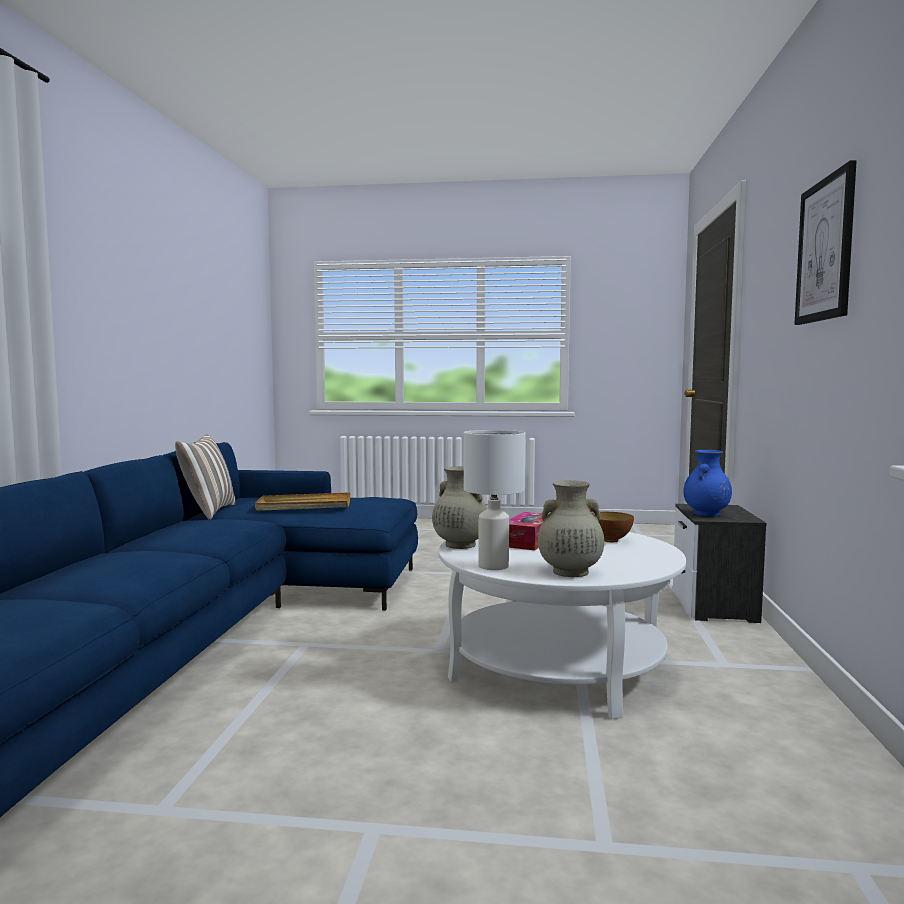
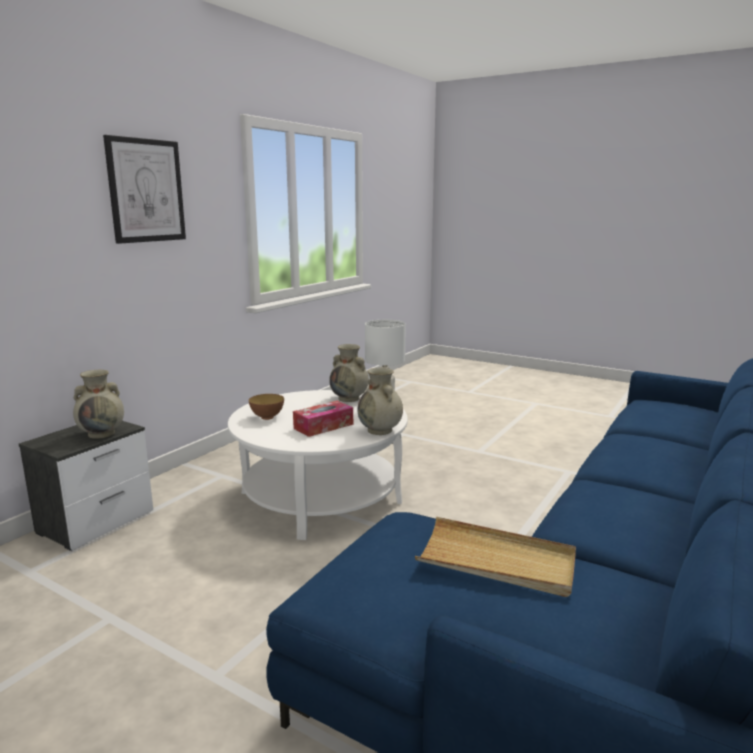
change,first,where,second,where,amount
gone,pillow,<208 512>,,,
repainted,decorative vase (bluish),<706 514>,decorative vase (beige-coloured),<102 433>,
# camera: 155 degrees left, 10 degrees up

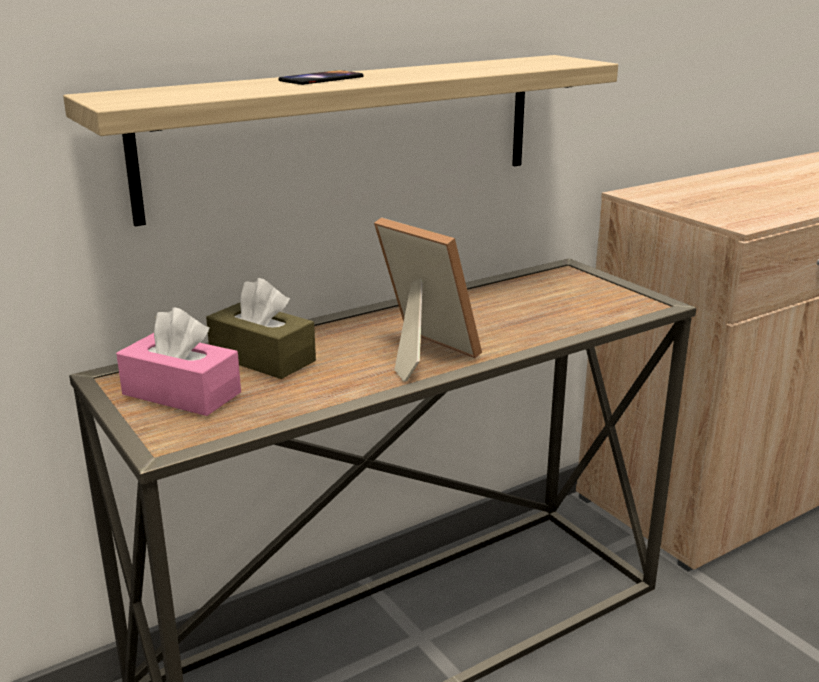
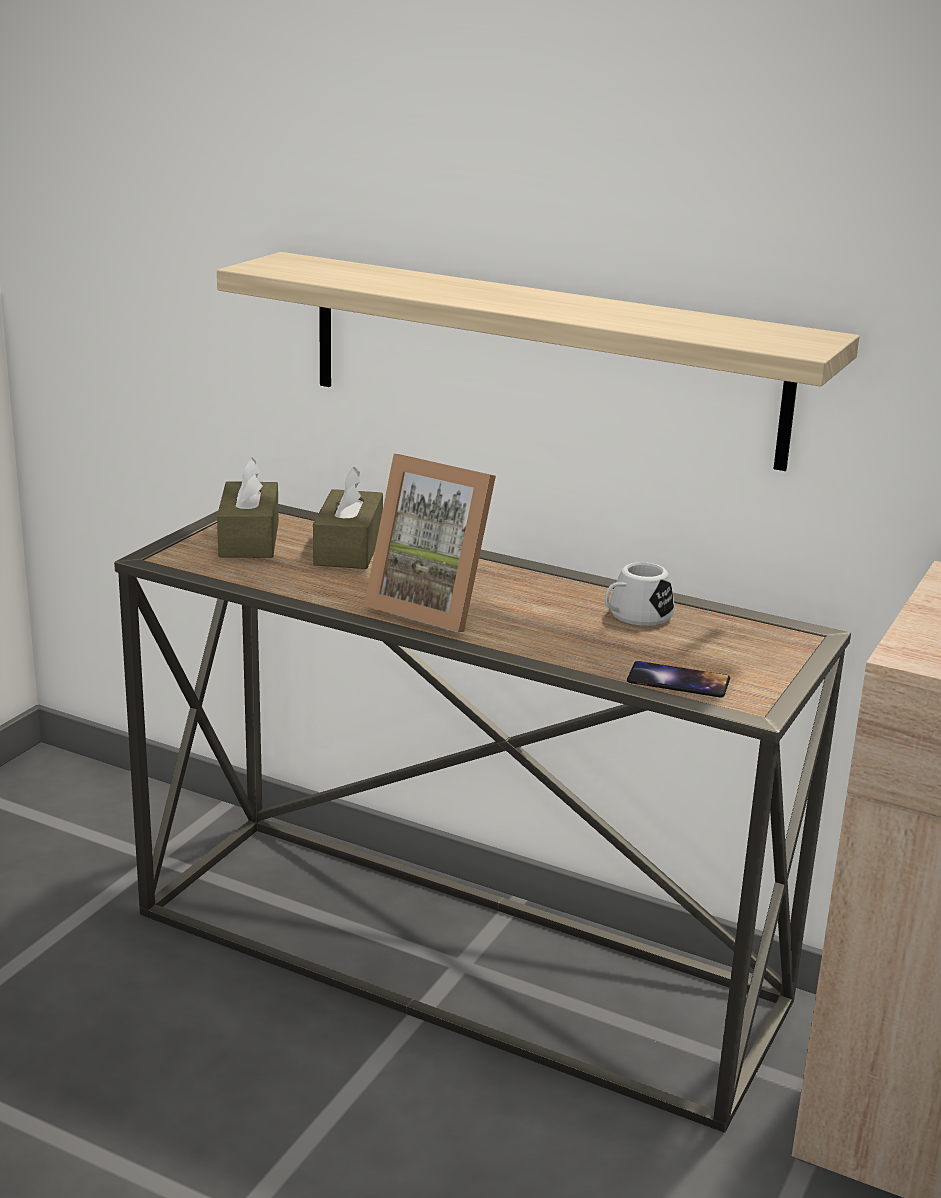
change,first,where,second,where,amount
shifted,telephone,<321 79>,,<678 680>,
rotated,picture frame,<419 353>,,<434 606>,105 degrees clockwise
repainted,box of tissues (pink),<181 393>,box of tissues (brown),<249 539>,
new,,,coffee mug (white),<634 617>,
# camera: 60 degrees right, 0 degrees up

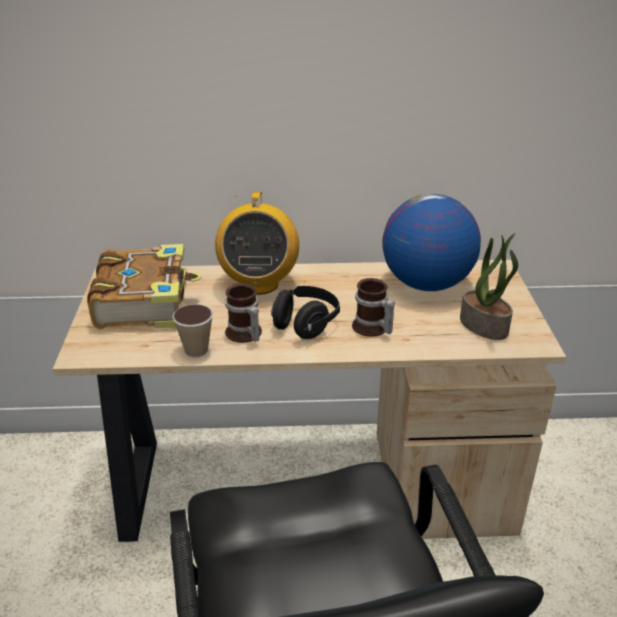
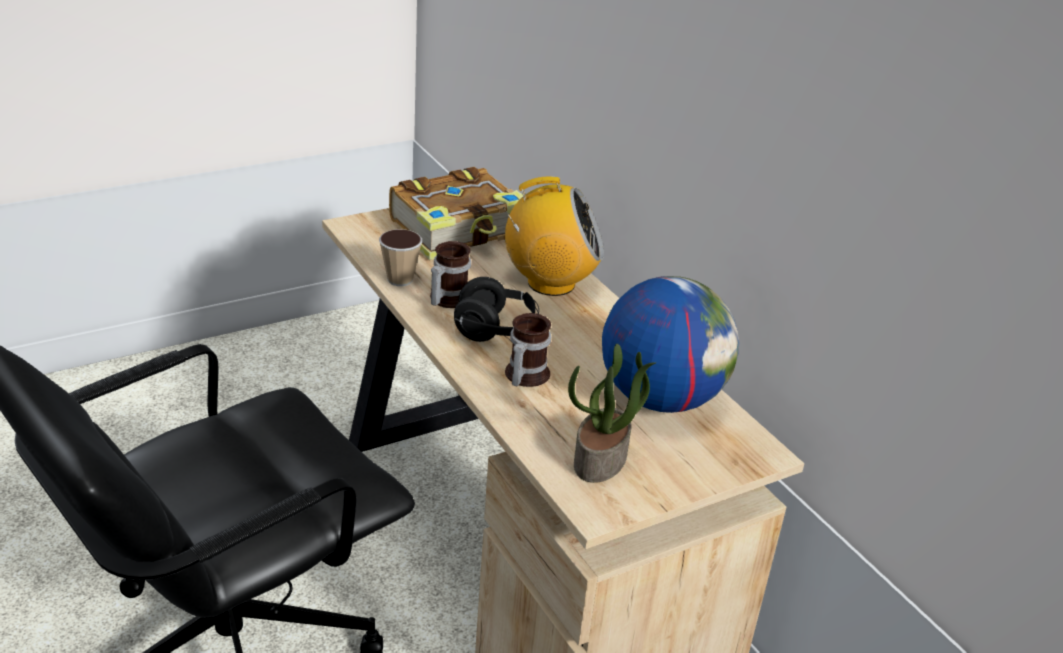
change,first,where,second,where,amount
rotated,radio set,<258 284>,,<550 283>,150 degrees counterclockwise
# camera: 60 degrees right, 0 degrees up

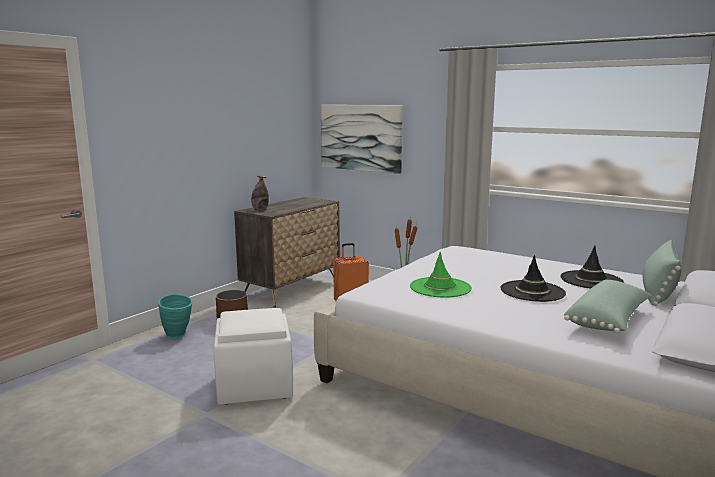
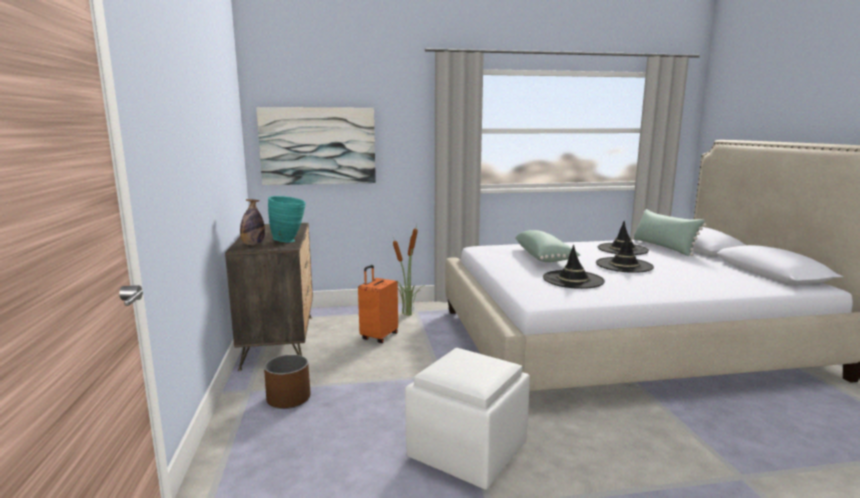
change,first,where,second,where,amount
repainted,hat (green-coloured),<440 288>,hat (black-coloured),<573 280>,
shifted,pillow (green-coloured),<609 320>,,<544 257>,
shifted,decorative vase (turquoise-coloured),<178 336>,,<289 241>,
# camera: 45 degrees left, 0 degrees up

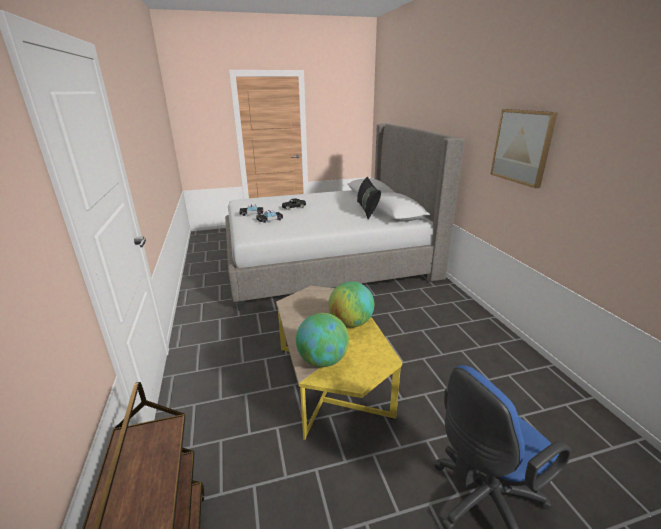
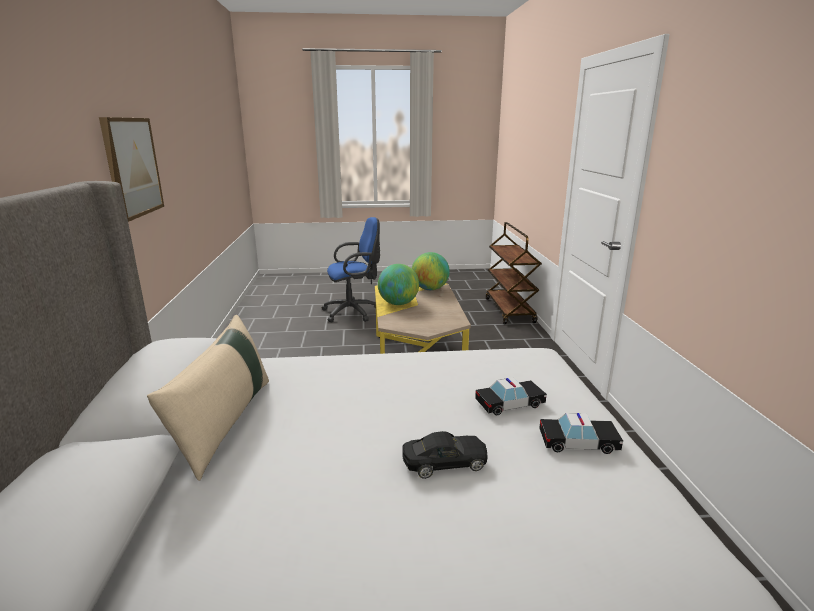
change,first,where,second,where,amount
repainted,pillow (black-coloured),<367 210>,pillow (beige-coloured),<225 422>,
# camera: 170 degrees left, 5 degrees down

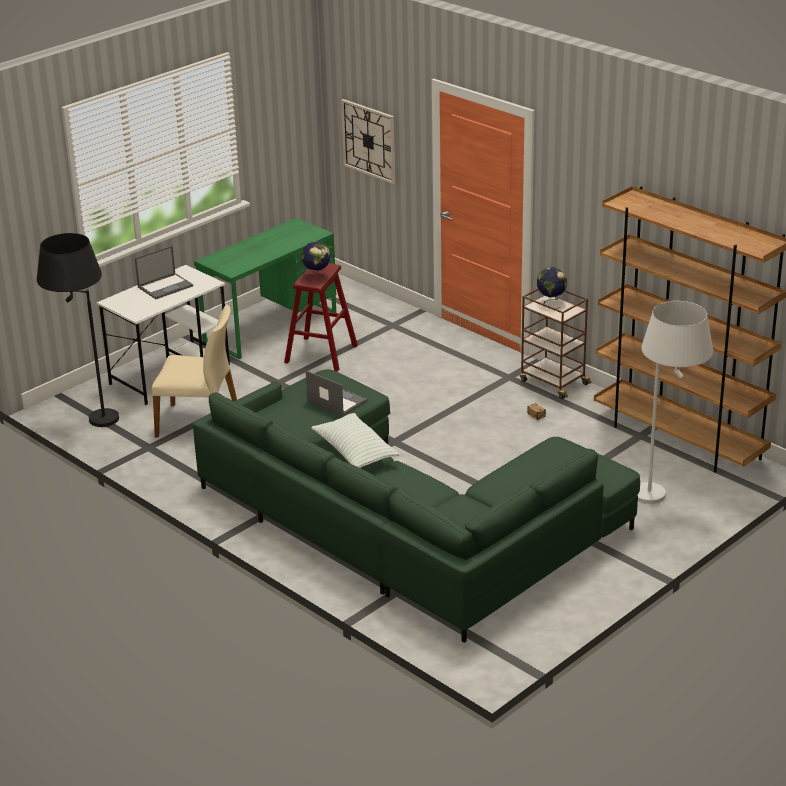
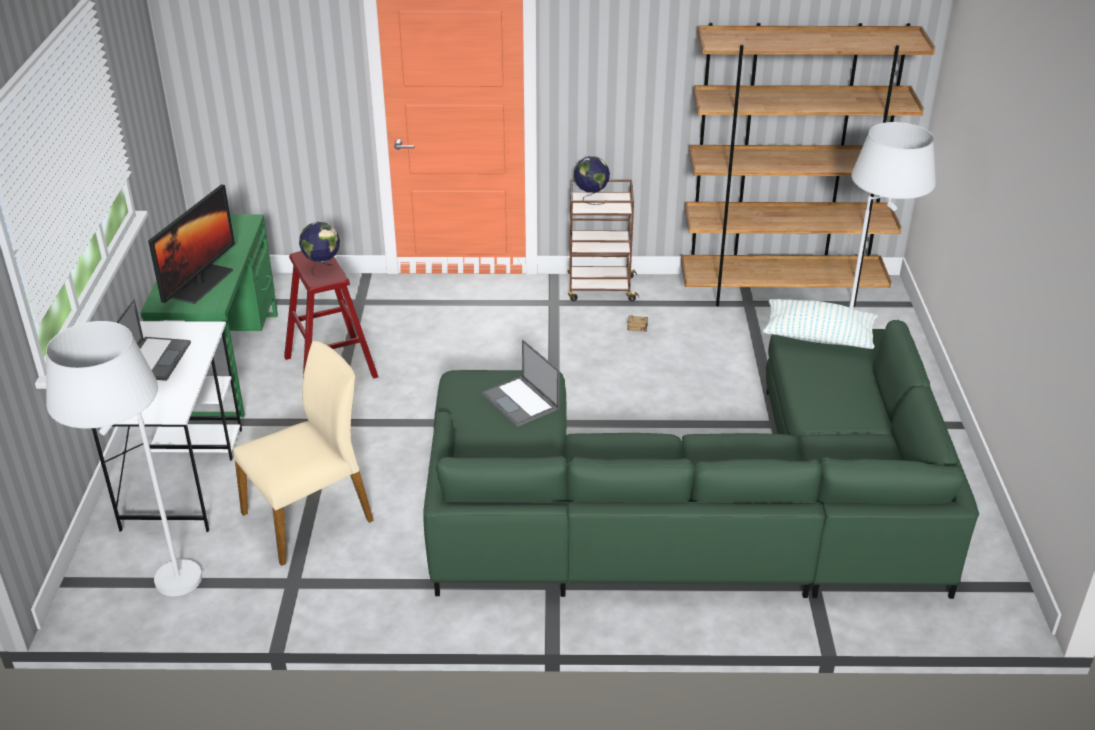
change,first,where,second,where,amount
gone,wall clock,<369 141>,,,
repainted,standard lamp (black-coloured),<88 417>,standard lamp (white),<153 589>,
rotated,laptop,<336 401>,,<521 402>,120 degrees counterclockwise
shifted,pillow,<355 452>,,<818 337>,
new,,,computer screen,<201 283>,
# camera: 45 degrees left, 5 degrees up

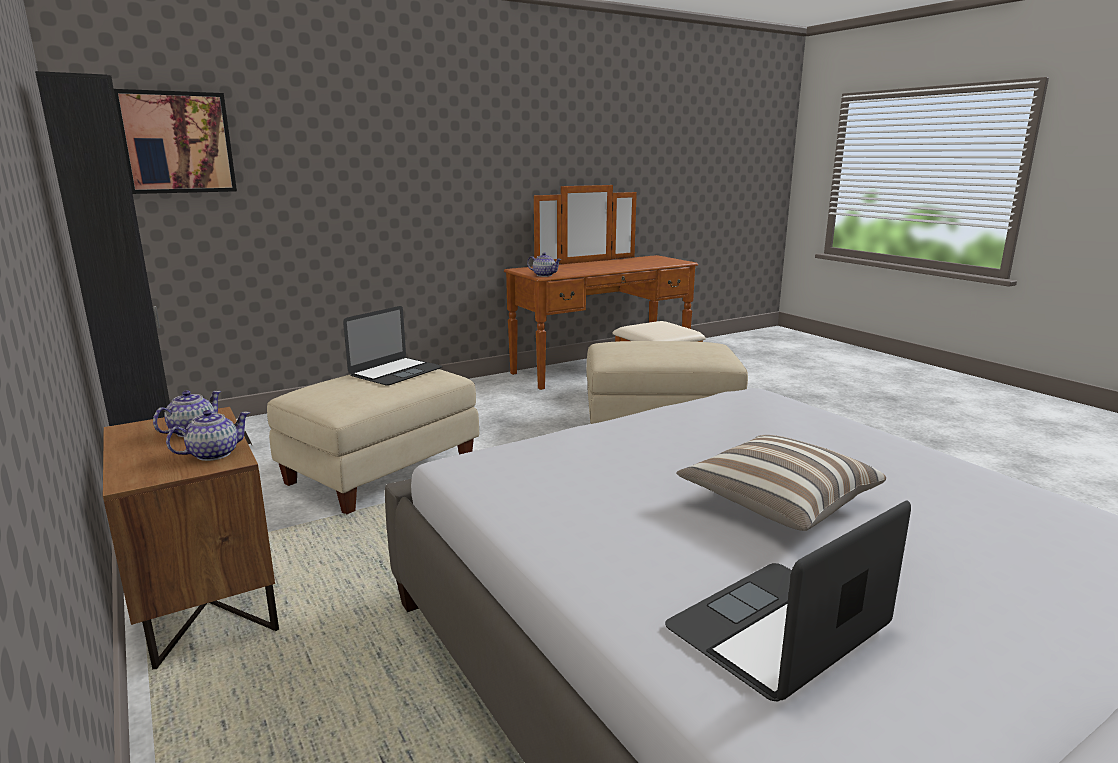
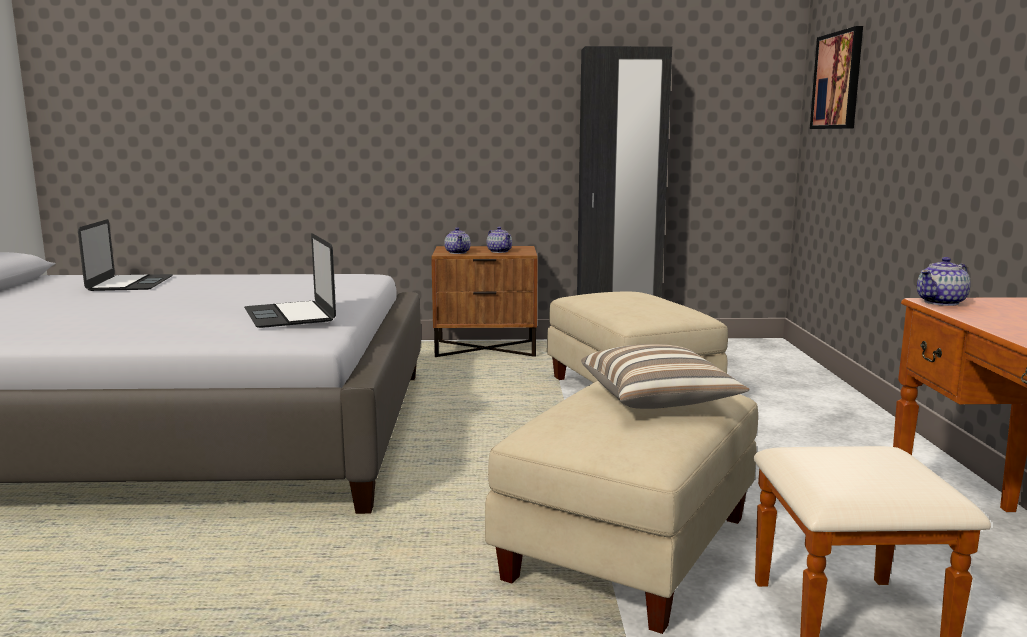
change,first,where,second,where,amount
shifted,laptop,<396 371>,,<289 314>,
shifted,pillow,<776 504>,,<659 401>,
# camera: 120 degrees right, 5 degrees down

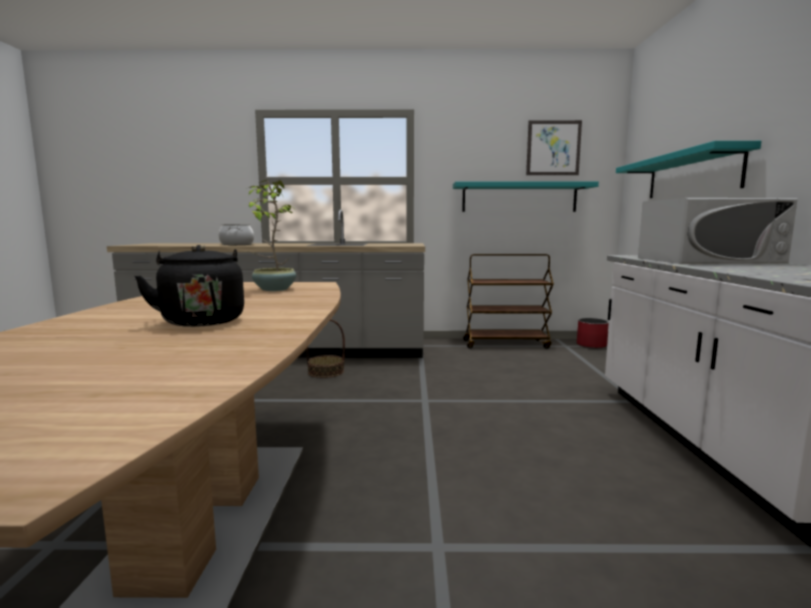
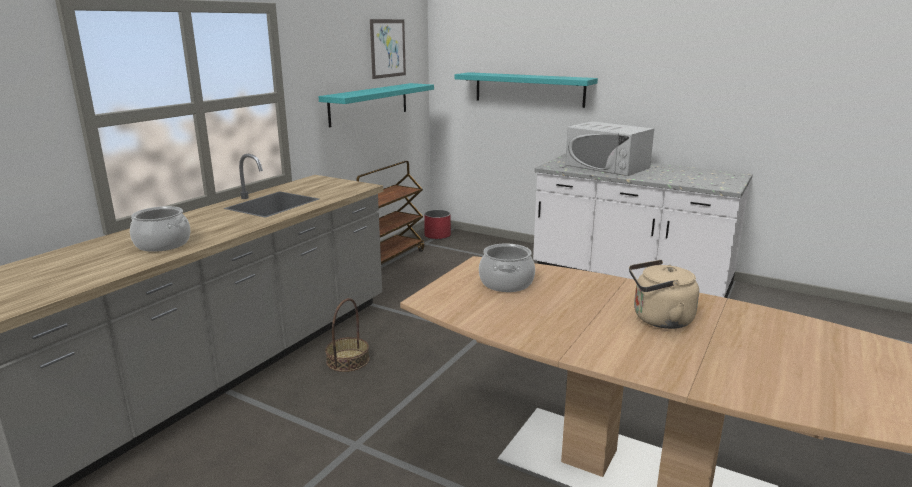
change,first,where,second,where,amount
swapped,houseplant,<273 289>,saucepot,<506 283>,
rotated,microwave oven (white),<708 260>,,<607 166>,105 degrees clockwise
repainted,water kettle (black-coloured),<202 320>,water kettle (beige-coloured),<658 320>,
# camera: 60 degrees left, 10 degrees up

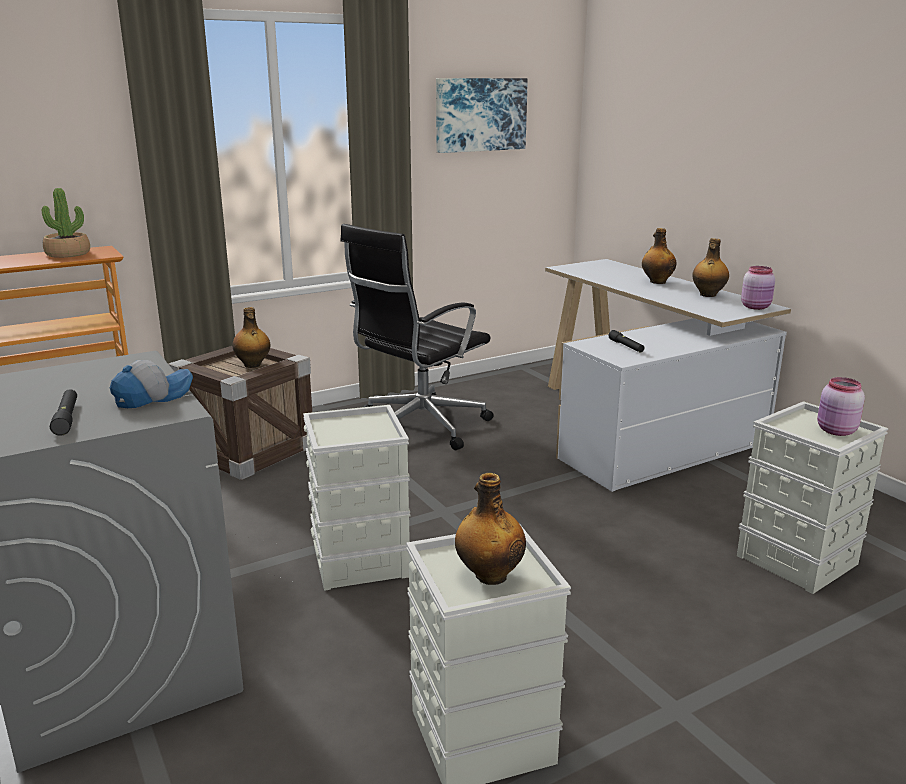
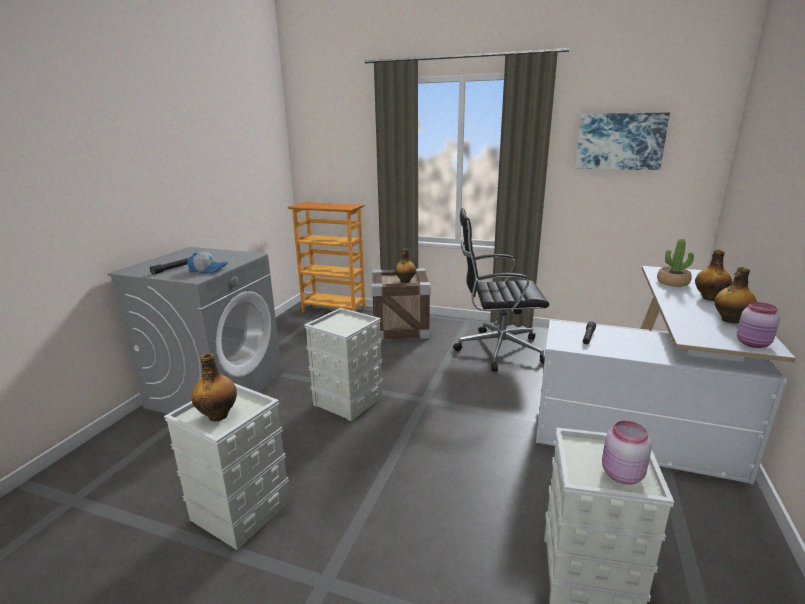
change,first,where,second,where,amount
shifted,houseplant,<68 254>,,<672 283>,
# camera: 50 degrees right, 0 degrees up

